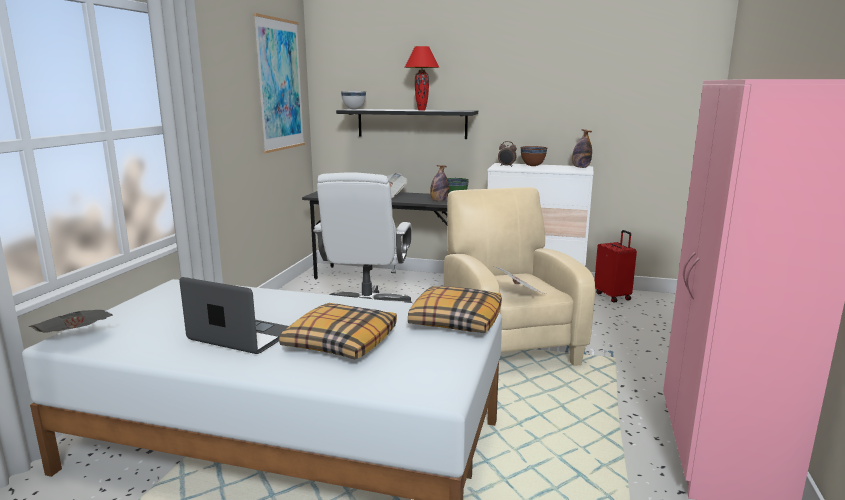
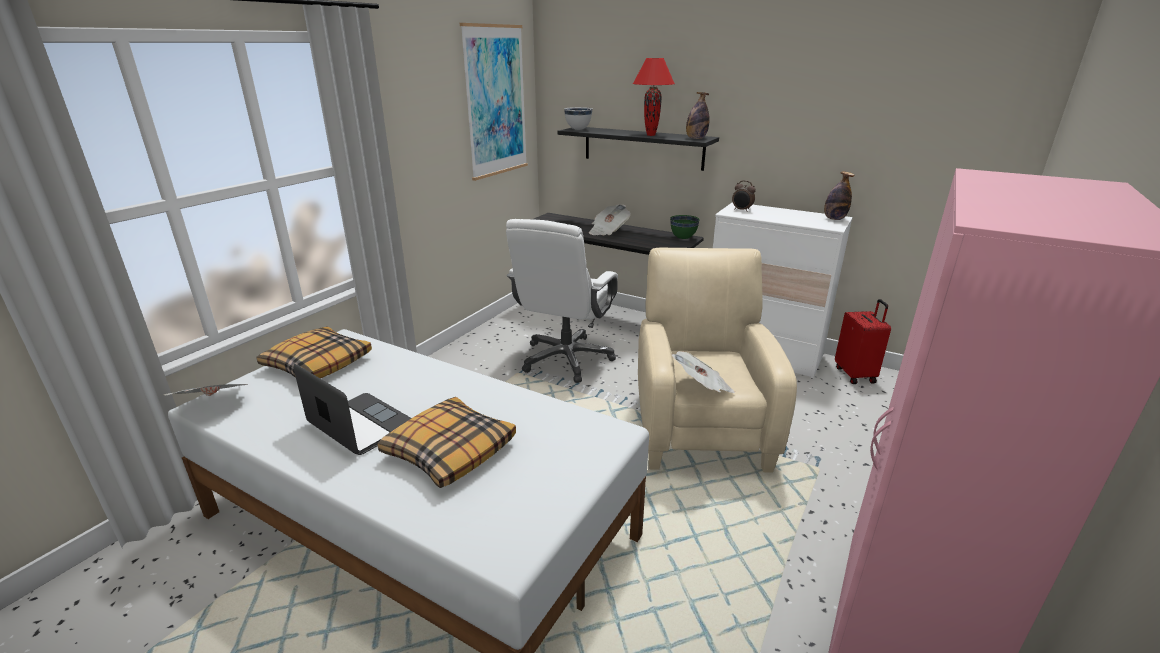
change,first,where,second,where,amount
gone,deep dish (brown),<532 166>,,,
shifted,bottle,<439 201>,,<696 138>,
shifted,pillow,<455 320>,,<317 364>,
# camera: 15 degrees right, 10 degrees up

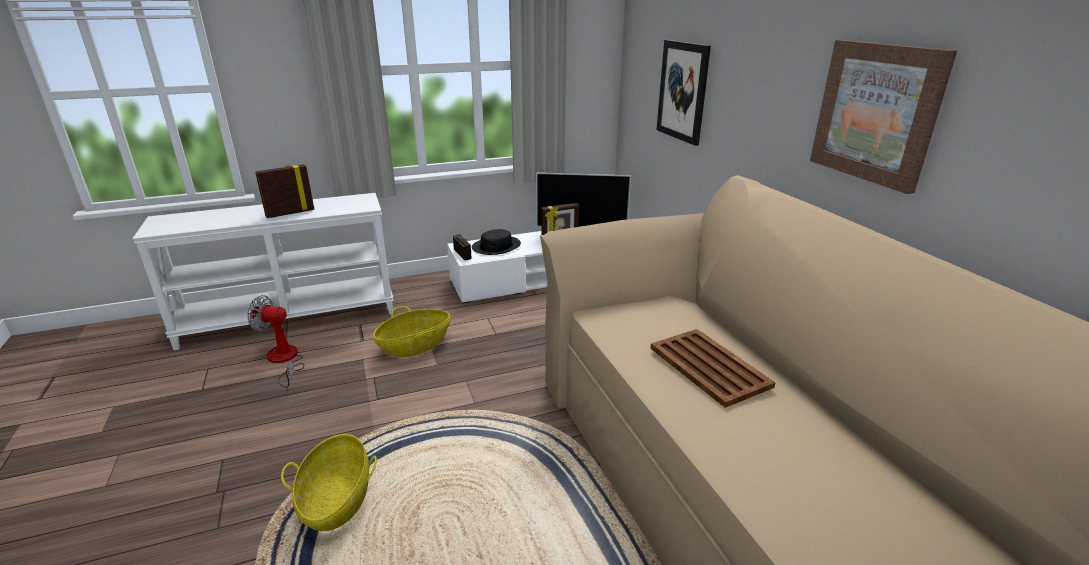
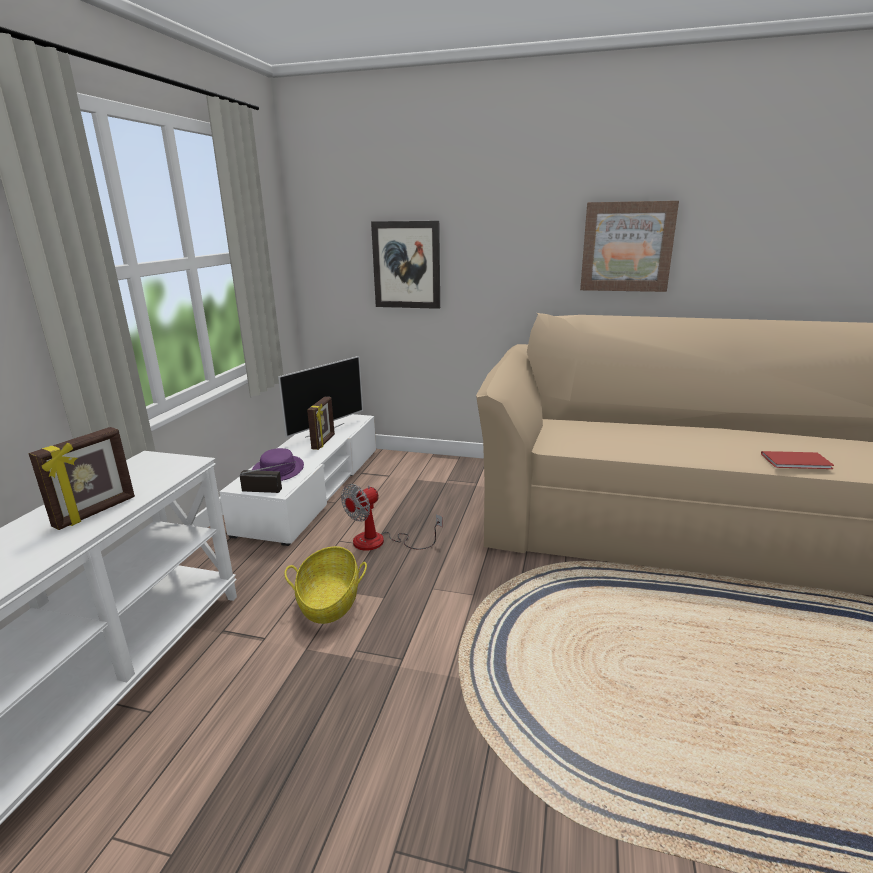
change,first,where,second,where,amount
rotated,picture frame,<290 213>,,<96 512>,150 degrees counterclockwise
repainted,hat (black-coloured),<496 246>,hat (purple-coloured),<277 470>,
shifted,cooling fan,<284 360>,,<380 542>,
gone,serving tray (brown),<708 366>,,,
gone,basket,<337 500>,,,
new,,,bound book (reddish),<798 462>,
# camera: 55 degrees left, 5 degrees down

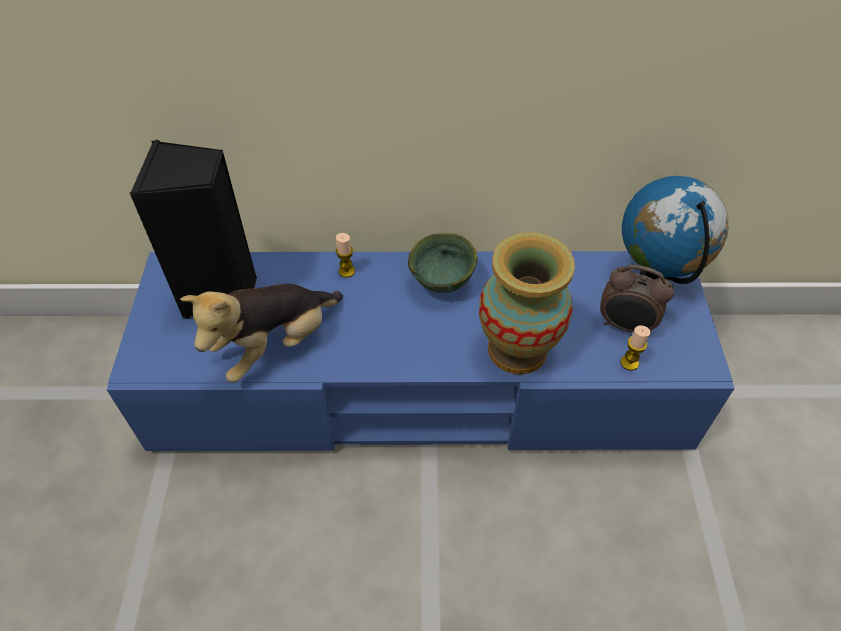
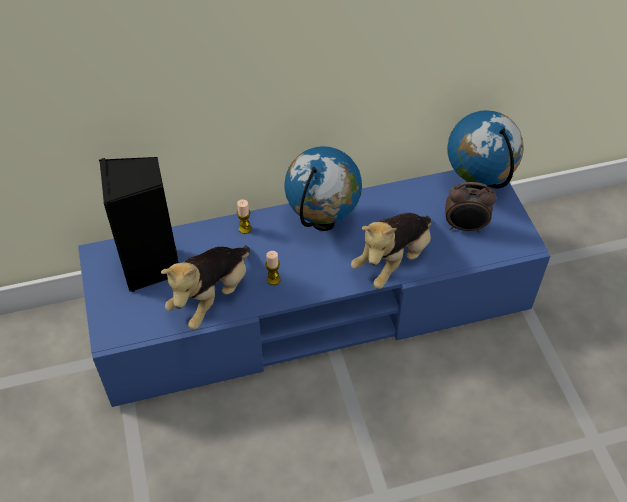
change,first,where,second,where,amount
swapped,decorative vase,<517 349>,cuddly toy,<393 260>,
swapped,deep dish (green-coloured),<443 283>,globe,<323 222>,
shifted,candle,<629 363>,,<273 279>,
# camera: 15 degrees left, 0 degrees up

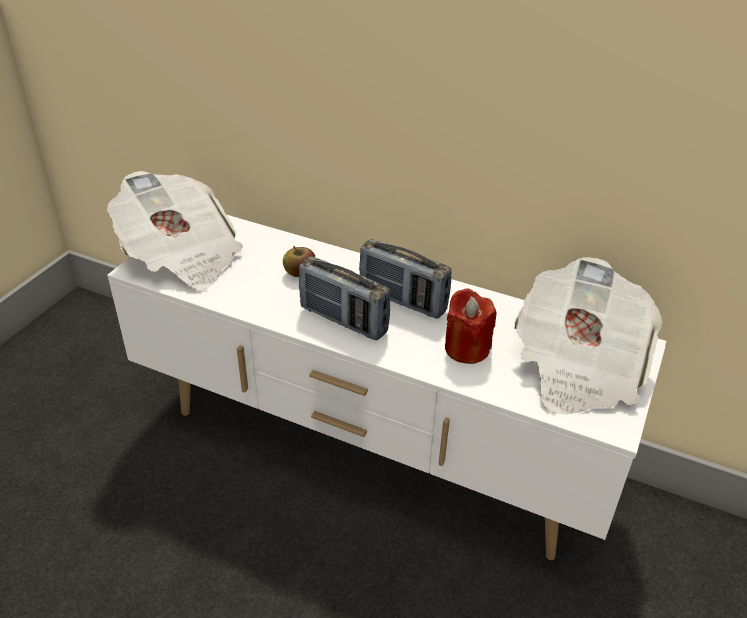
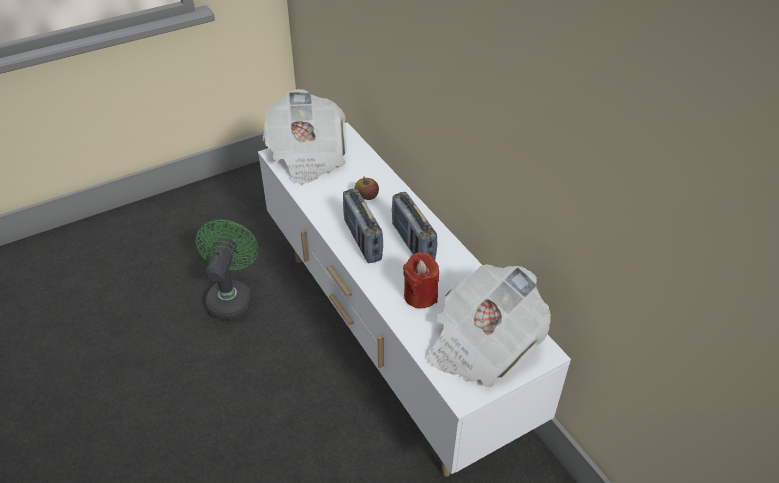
change,first,where,second,where,amount
new,,,cooling fan (green-coloured),<231 297>,
# camera: 35 degrees right, 5 degrees up

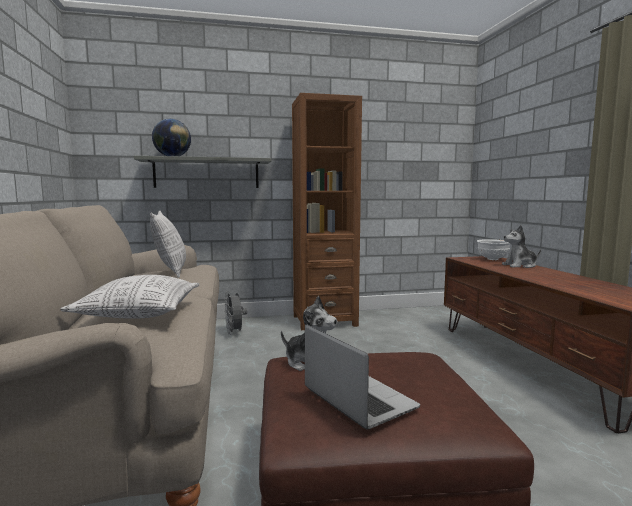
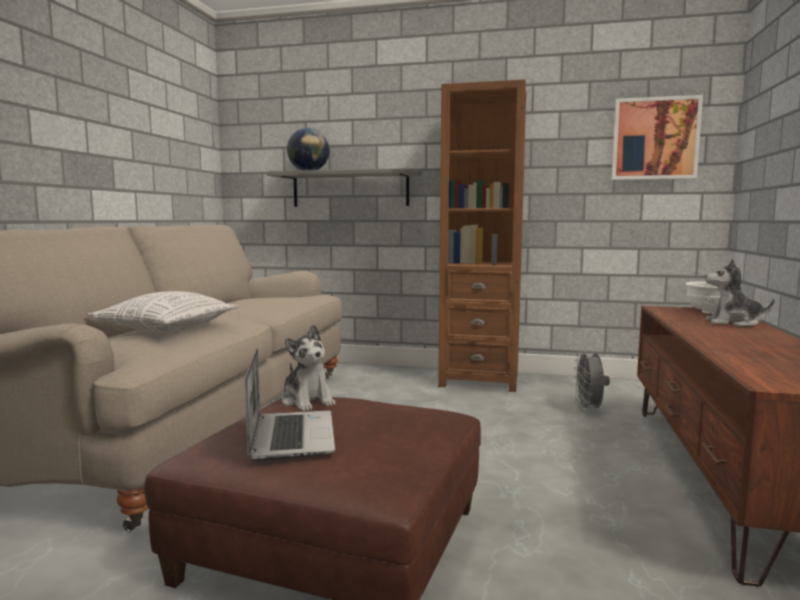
change,first,where,second,where,amount
gone,pillow,<171 272>,,,
shifted,cooling fan (grey),<235 333>,,<589 409>,
new,,,picture,<655 139>,
# camera: 25 degrees right, 0 degrees up

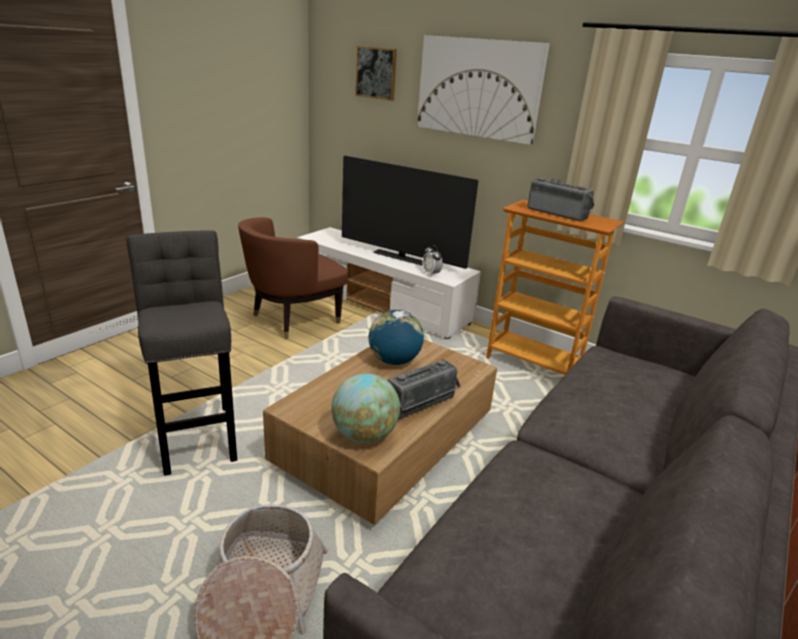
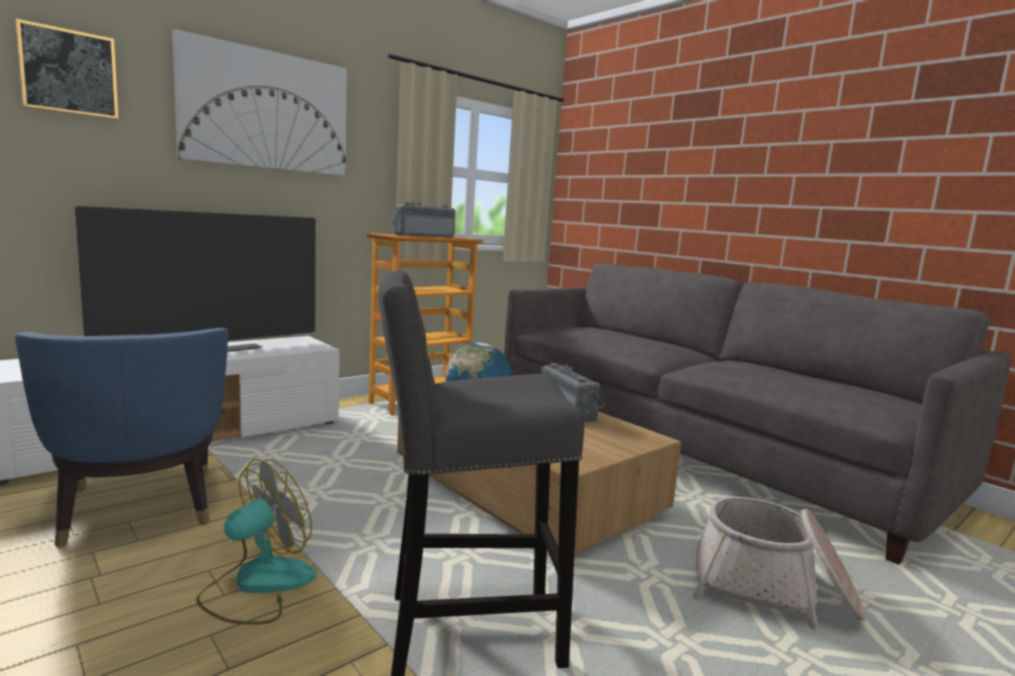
change,first,where,second,where,amount
repainted,armchair (brown),<294 319>,armchair (bluish),<139 508>,
gone,bedside clock,<431 274>,,,
gone,globe,<364 435>,,,
new,,,cooling fan,<257 585>,
# camera: 75 degrees left, 15 degrees down

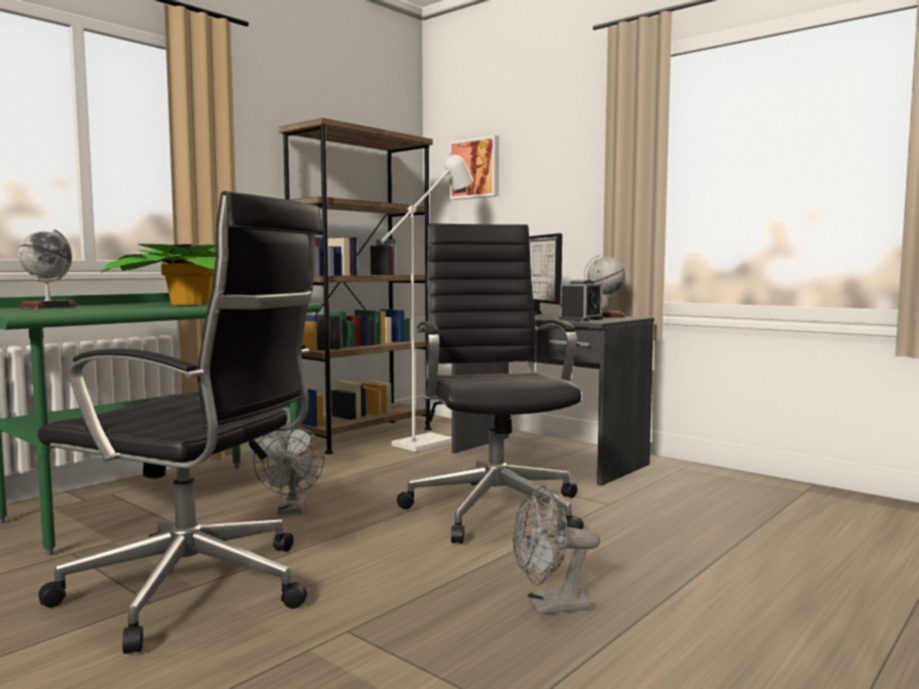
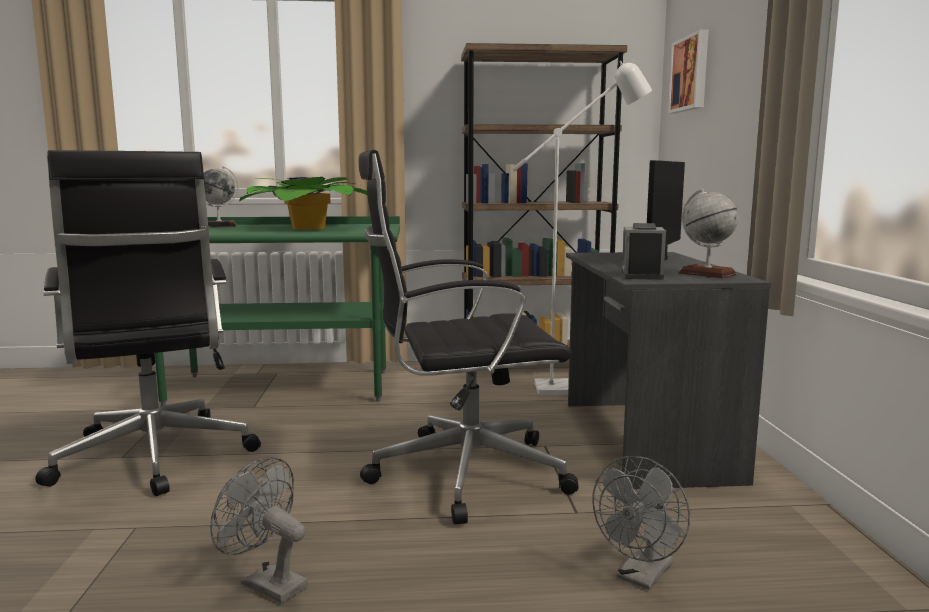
change,first,where,second,where,amount
rotated,desk chair (black-coloured),<494 508>,,<462 473>,135 degrees counterclockwise
rotated,bedside clock,<581 319>,,<641 275>,105 degrees clockwise
shifted,cooling fan (grey),<292 509>,,<641 577>,
# camera: 45 degrees right, 5 degrees up

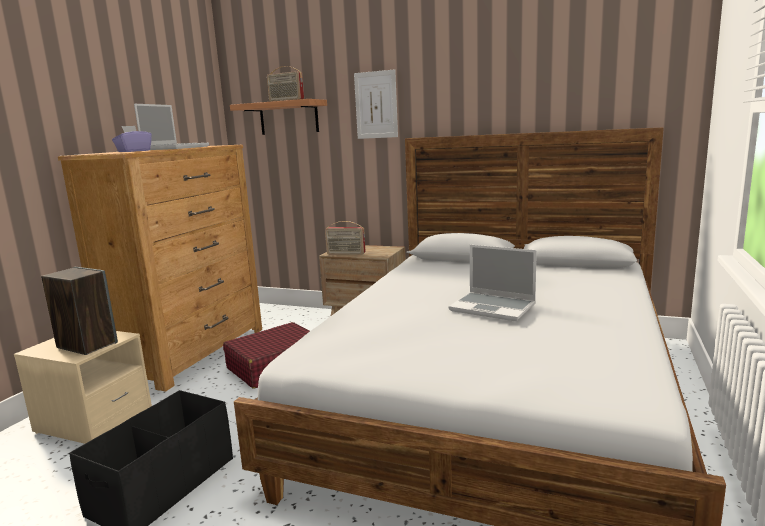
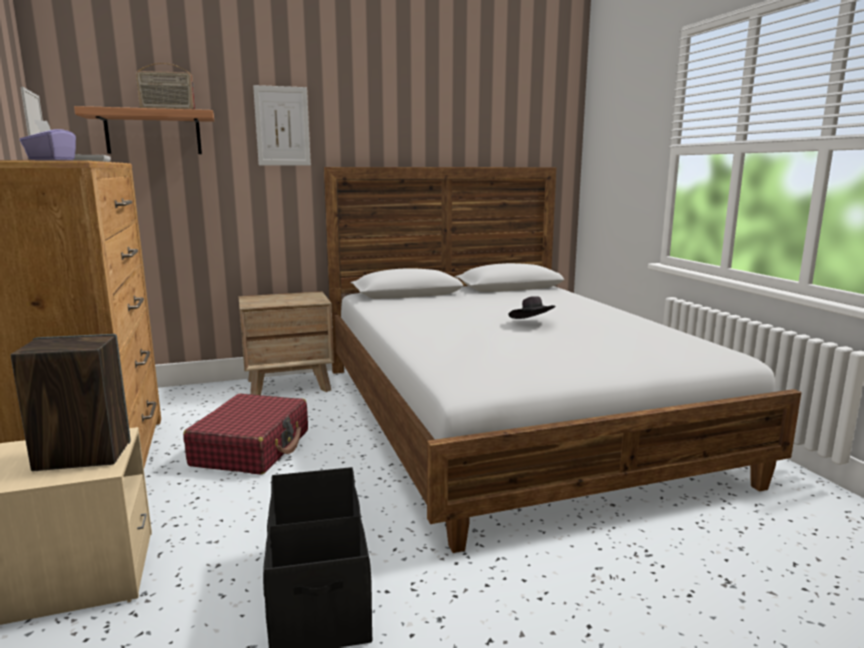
change,first,where,second,where,amount
gone,radio set,<345 253>,,,
swapped,laptop,<494 308>,hat (black-coloured),<532 323>,
# camera: 40 degrees left, 0 degrees up

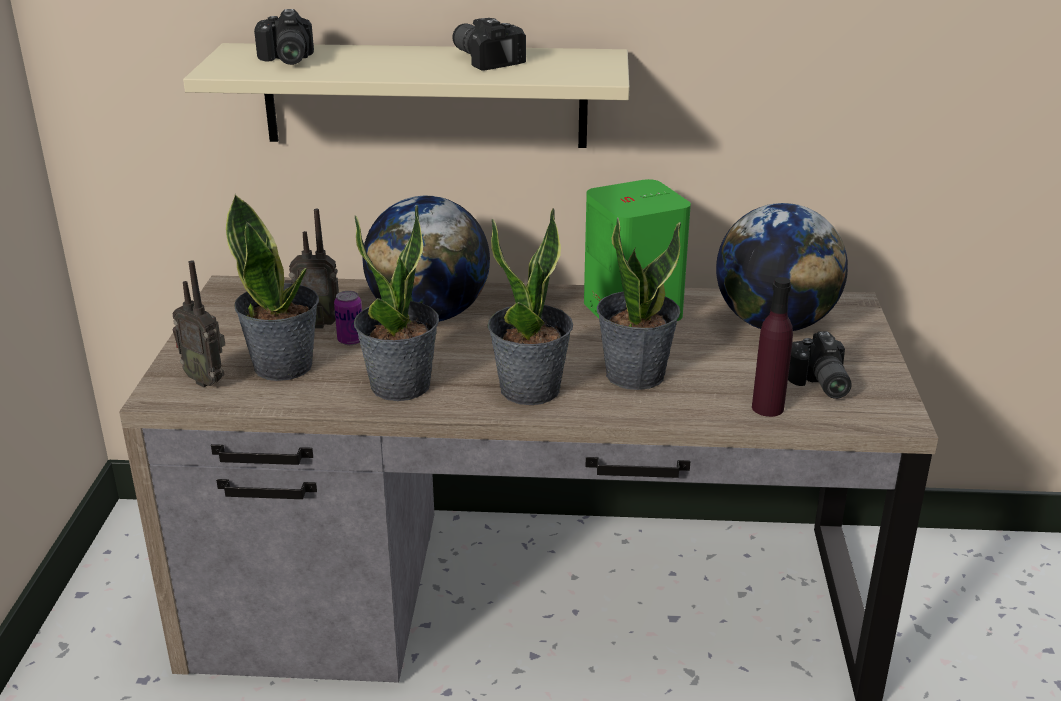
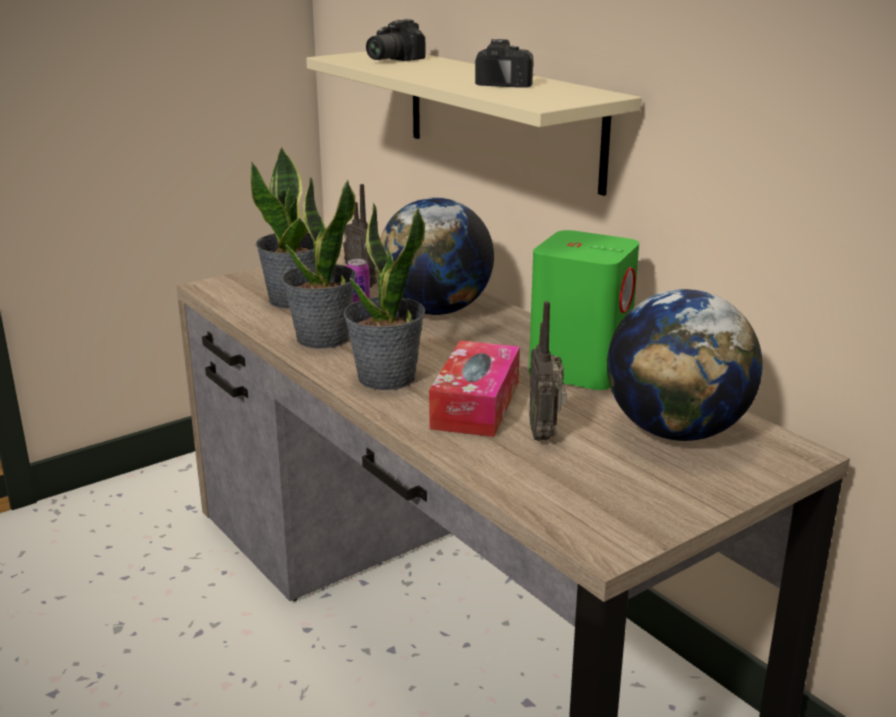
change,first,where,second,where,amount
swapped,houseplant,<634 374>,box of tissues,<475 405>,
shifted,radio set,<207 380>,,<545 435>,
gone,bottle (purple-coloured),<767 408>,,,
gone,still camera,<818 384>,,,
# camera: 50 degrees right, 5 degrees down

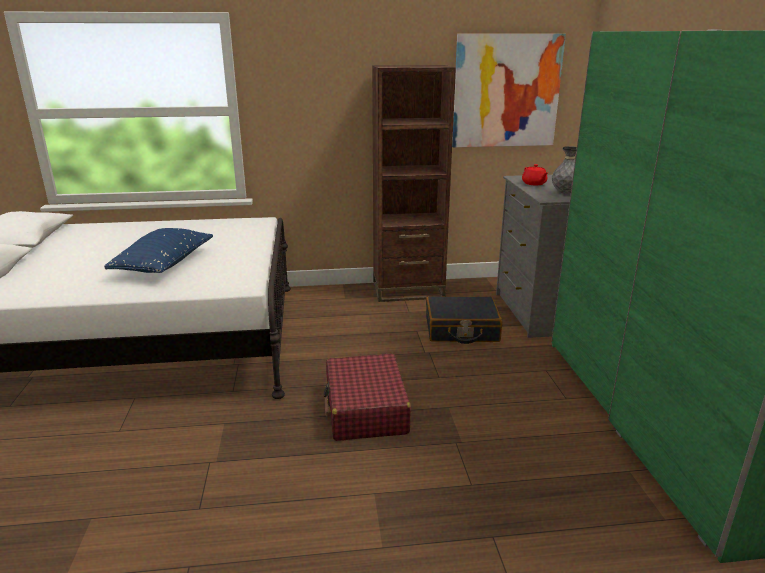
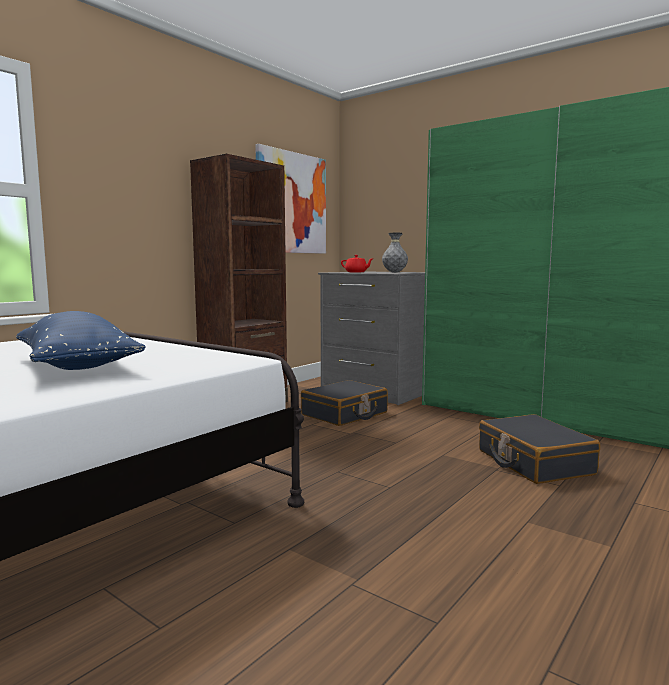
change,first,where,second,where,amount
gone,suitcase (reddish),<366 409>,,,
new,,,suitcase (black-coloured),<533 462>,
# camera: 45 degrees left, 15 degrees down

